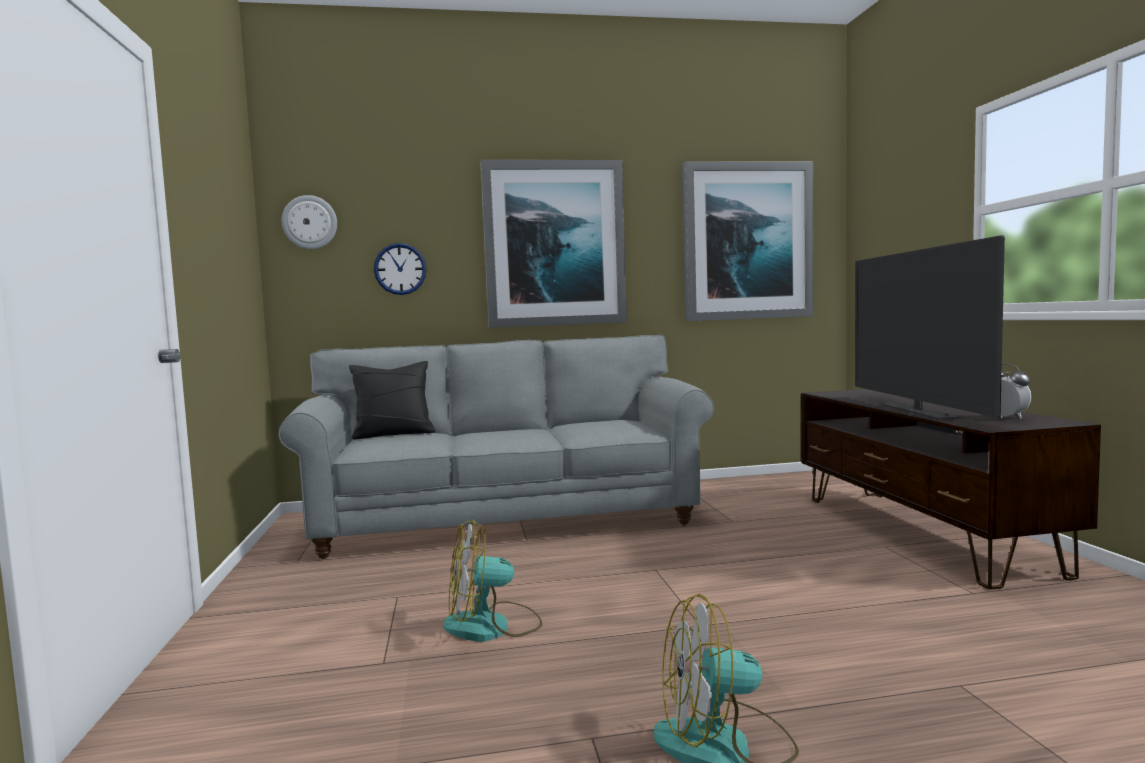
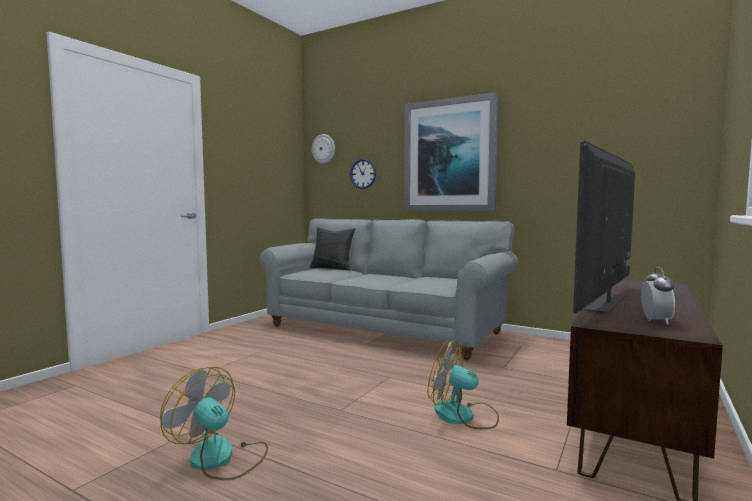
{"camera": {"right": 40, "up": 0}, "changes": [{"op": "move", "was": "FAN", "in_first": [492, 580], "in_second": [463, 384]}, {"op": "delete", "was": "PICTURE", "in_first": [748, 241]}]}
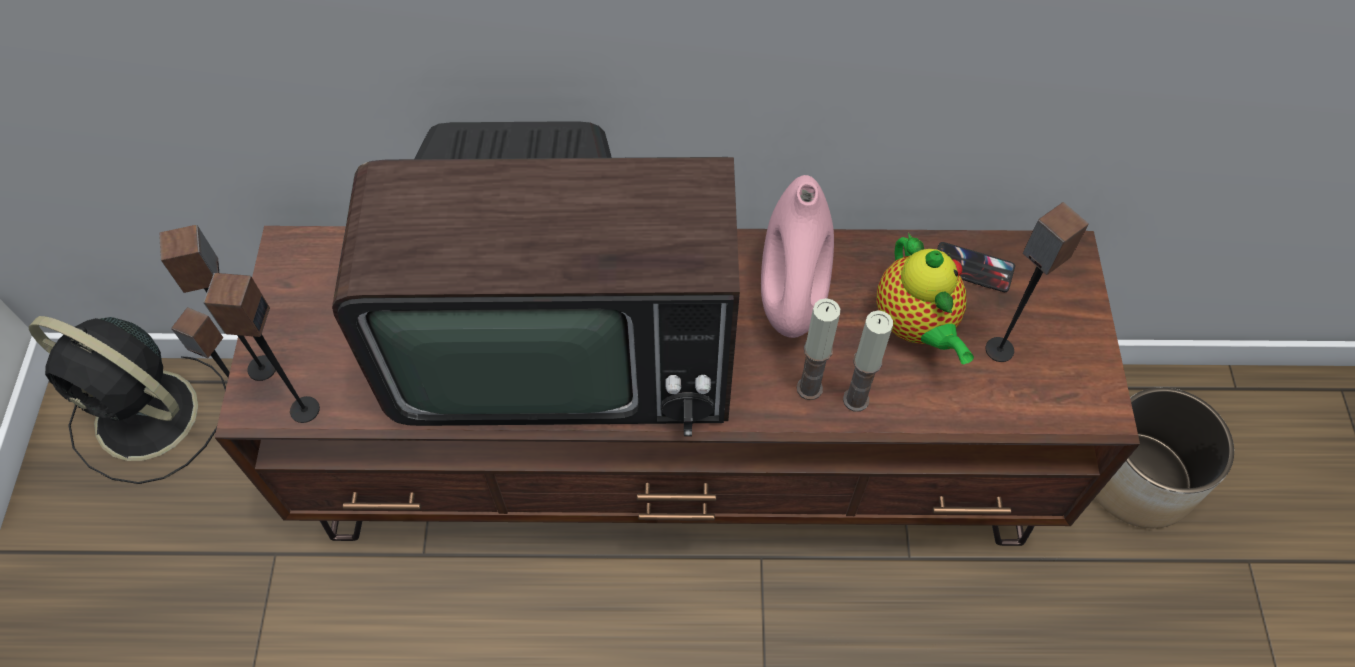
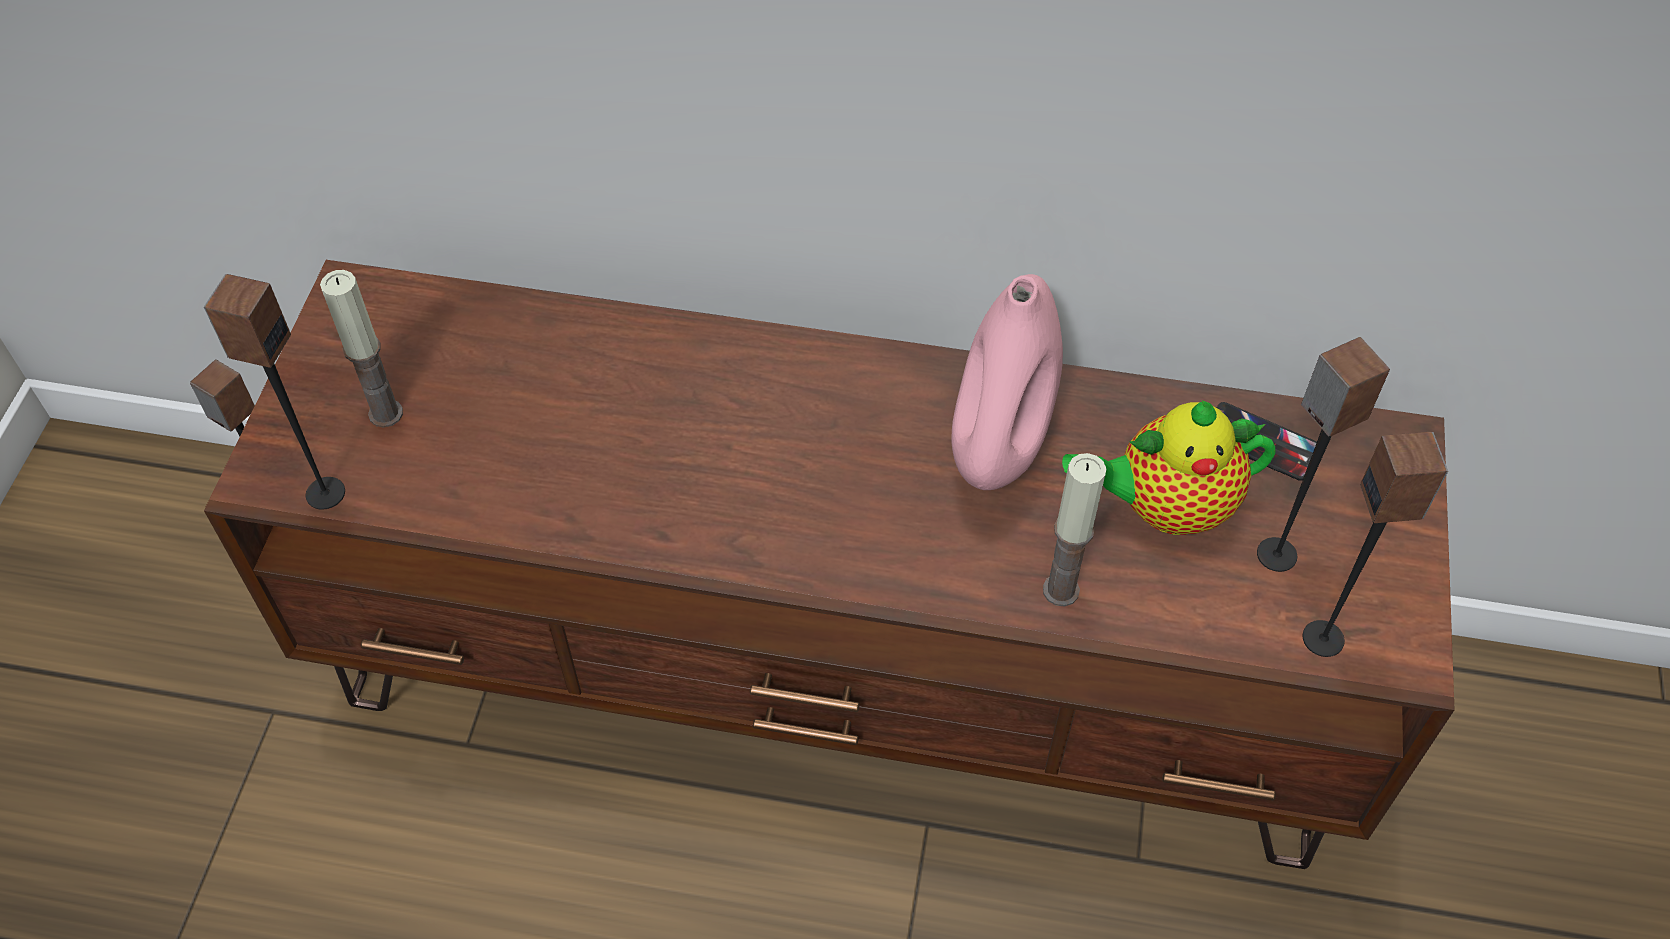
{"camera": {"right": 10, "up": -5}, "changes": [{"op": "delete", "was": "BLACK FAN", "in_first": [127, 400]}, {"op": "move", "was": "SPEAKER", "in_first": [217, 303], "in_second": [1375, 544]}, {"op": "delete", "was": "TELEVISION", "in_first": [536, 279]}, {"op": "move", "was": "CANDLE", "in_first": [818, 349], "in_second": [361, 349]}, {"op": "rotate", "was": "TEAPOT", "in_first": [925, 298], "in_second": [1168, 467], "clockwise": 90}, {"op": "delete", "was": "PLANTER", "in_first": [1164, 457]}]}
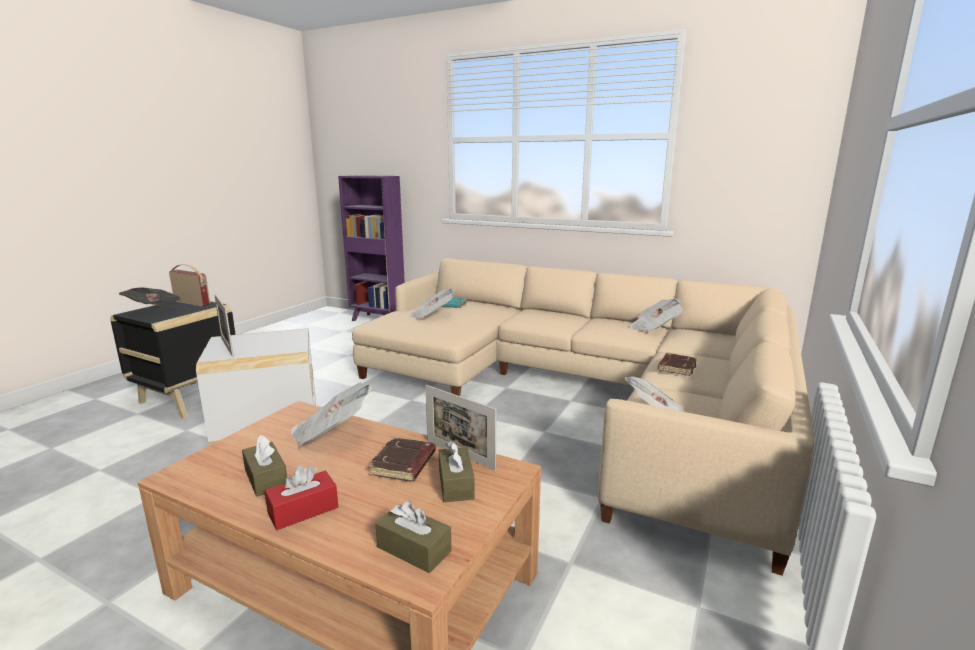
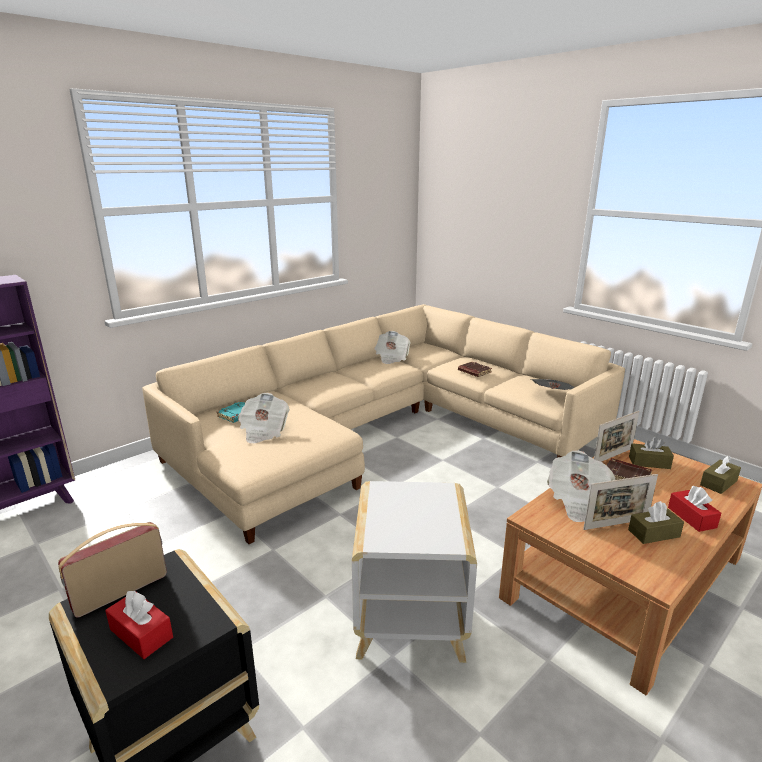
{"camera": {"right": -70, "up": 5}, "changes": [{"op": "replace", "was": "NEWSPAPER", "now": "RED TISSUE BOX", "in_first": [149, 296], "in_second": [139, 624]}, {"op": "move", "was": "PICTURE FRAME", "in_first": [224, 325], "in_second": [620, 502]}]}
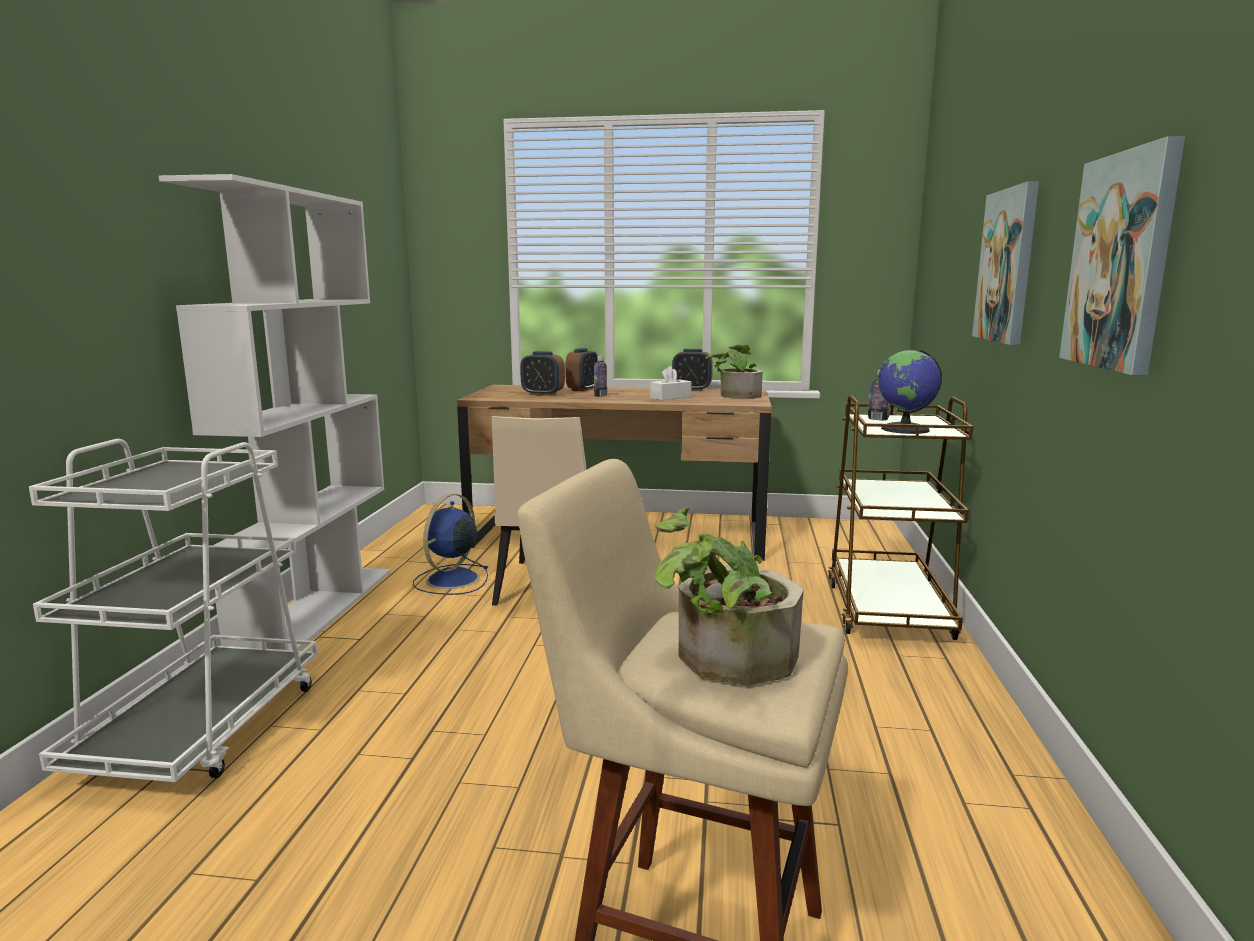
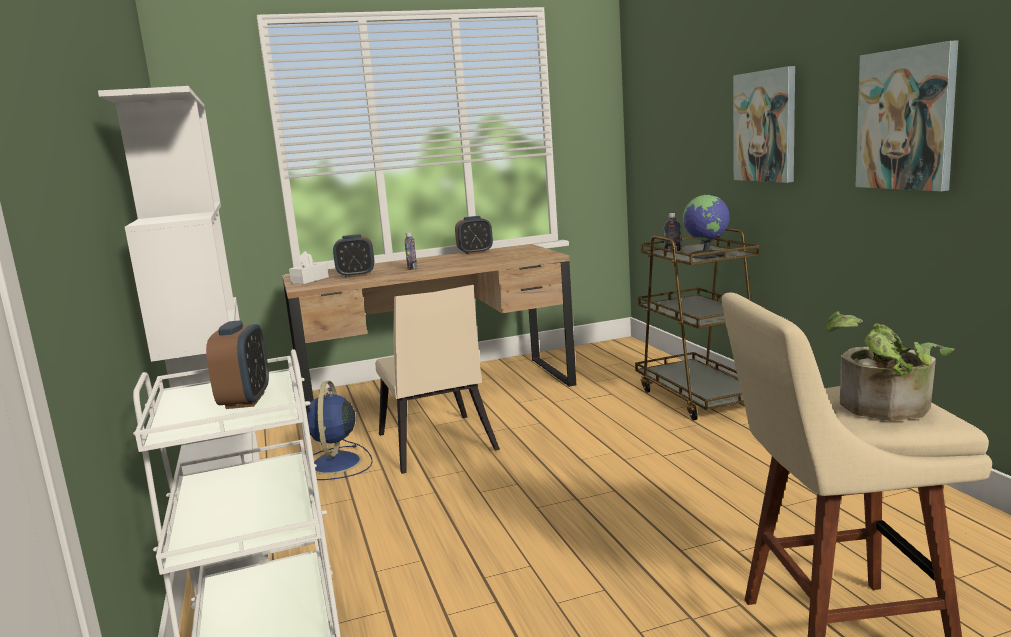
{"camera": {"right": -25, "up": 0}, "changes": [{"op": "move", "was": "ALARM CLOCK", "in_first": [581, 369], "in_second": [237, 364]}, {"op": "move", "was": "WHITE TISSUE BOX", "in_first": [670, 383], "in_second": [309, 267]}, {"op": "delete", "was": "POTTED PLANT", "in_first": [734, 372]}]}
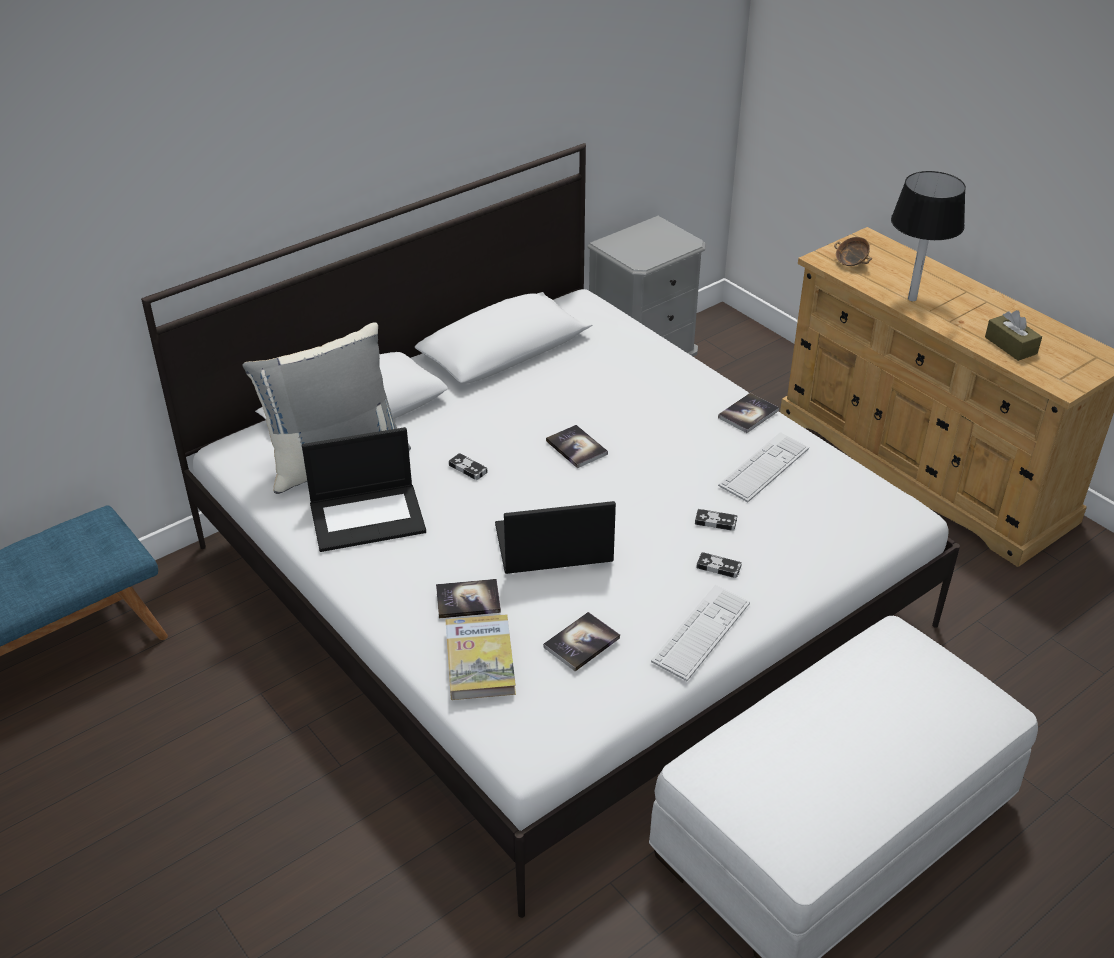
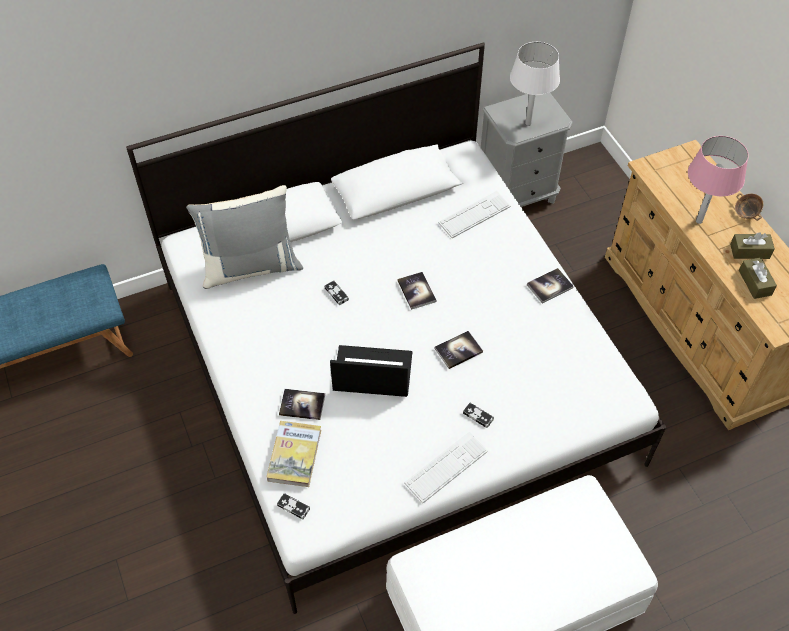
{"camera": {"right": 15, "up": 15}, "changes": [{"op": "delete", "was": "LAPTOP", "in_first": [364, 489]}, {"op": "move", "was": "BOOK", "in_first": [581, 642], "in_second": [458, 350]}, {"op": "move", "was": "GAME CONTROLLER", "in_first": [716, 520], "in_second": [293, 506]}, {"op": "move", "was": "KEYBOARD", "in_first": [763, 467], "in_second": [474, 214]}, {"op": "move", "was": "BOWL", "in_first": [853, 251], "in_second": [749, 207]}, {"op": "recolor", "was": "BLACK TABLE LAMP", "now": "PINK TABLE LAMP", "in_first": [928, 236], "in_second": [718, 180]}, {"op": "insert", "now": "WHITE TABLE LAMP", "in_second": [535, 84]}, {"op": "insert", "now": "BROWN TISSUE BOX", "in_second": [752, 245]}]}
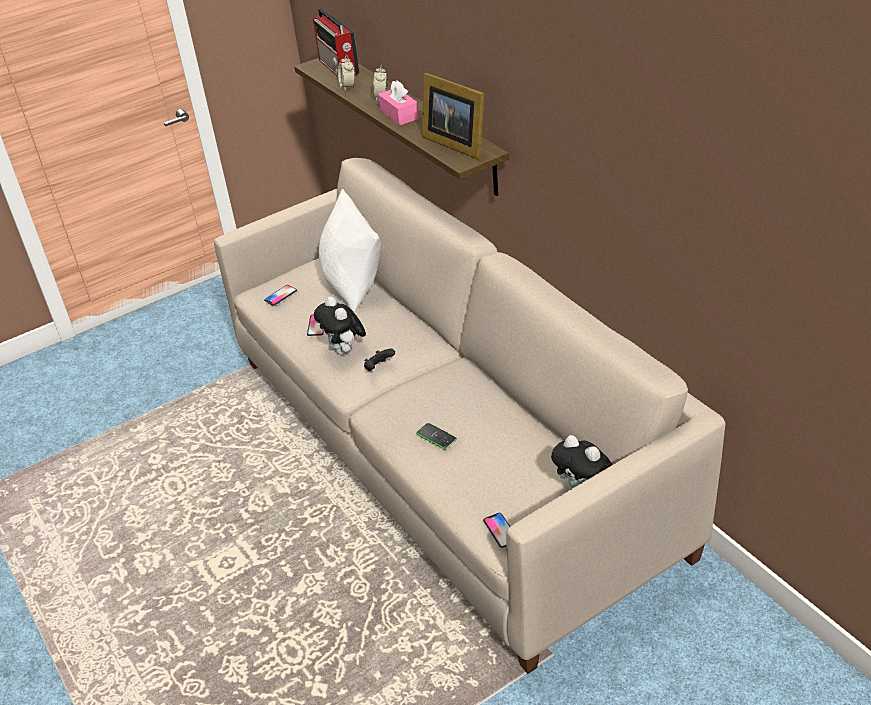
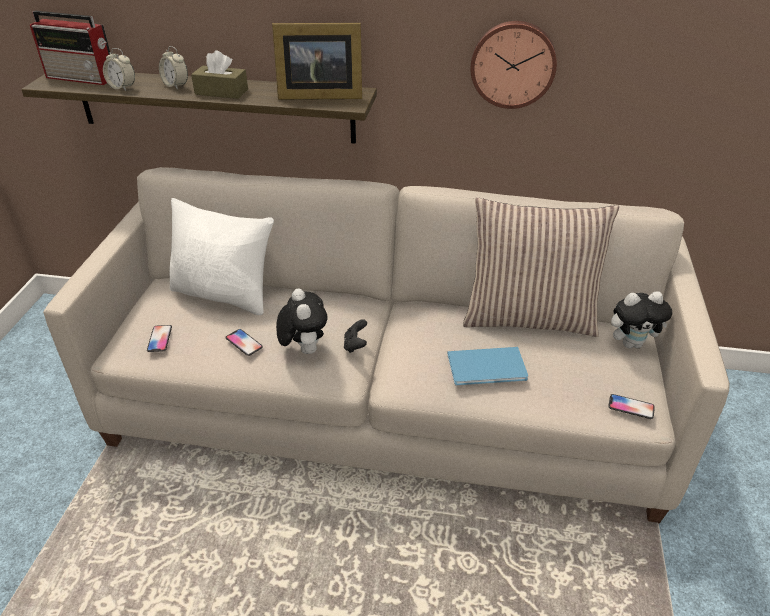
{"camera": {"right": -50, "up": 0}, "changes": [{"op": "rotate", "was": "PLUSH TOY", "in_first": [340, 326], "in_second": [301, 321], "clockwise": -120}, {"op": "recolor", "was": "PINK TISSUE BOX", "now": "BROWN TISSUE BOX", "in_first": [398, 103], "in_second": [219, 74]}, {"op": "replace", "was": "PHONE", "now": "BLUE BOOK", "in_first": [436, 436], "in_second": [487, 366]}, {"op": "insert", "now": "PILLOW", "in_second": [541, 267]}, {"op": "insert", "now": "WALL CLOCK", "in_second": [513, 65]}]}
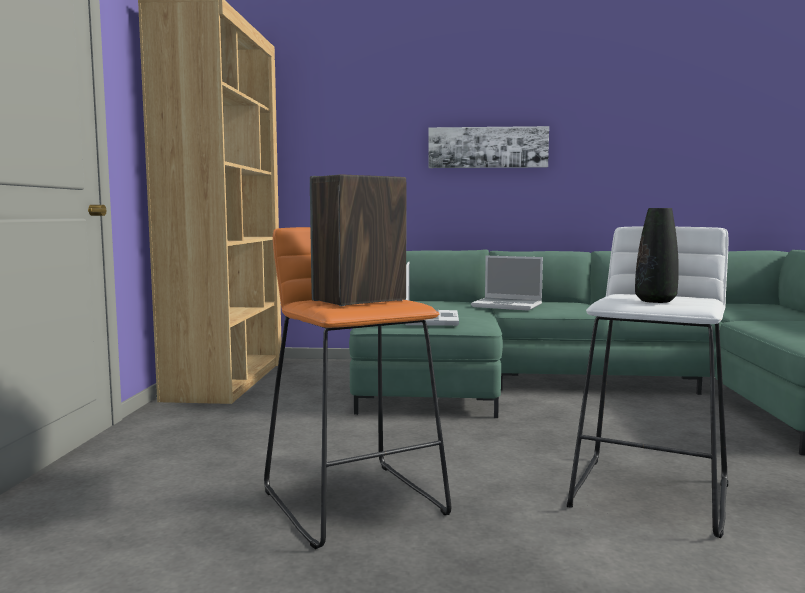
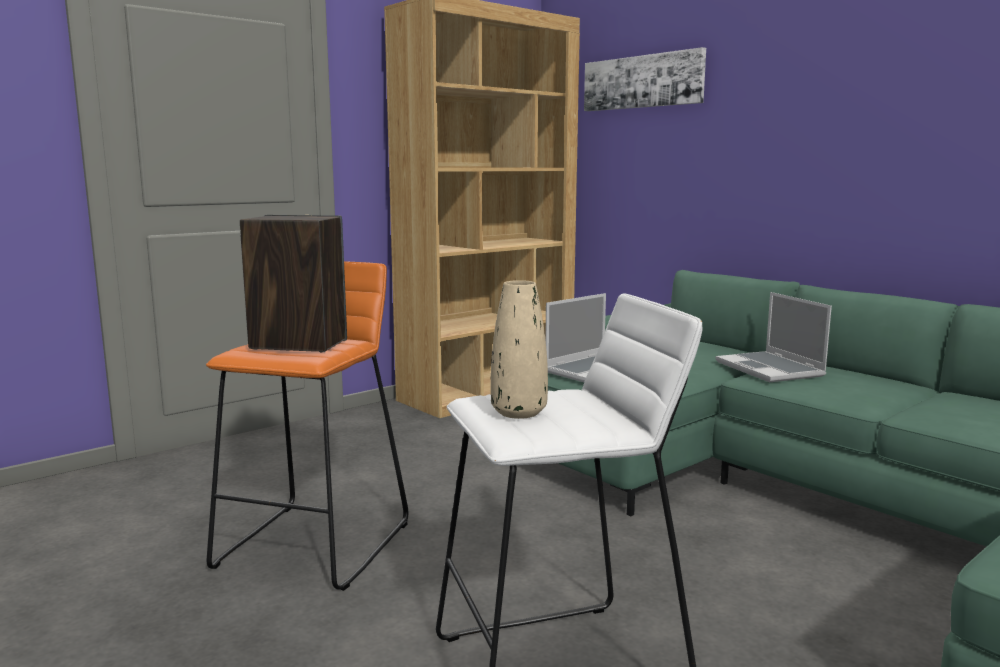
{"camera": {"right": 45, "up": 5}, "changes": [{"op": "move", "was": "PICTURE", "in_first": [488, 147], "in_second": [645, 79]}, {"op": "recolor", "was": "BLACK VASE", "now": "BEIGE VASE", "in_first": [657, 255], "in_second": [519, 349]}]}
